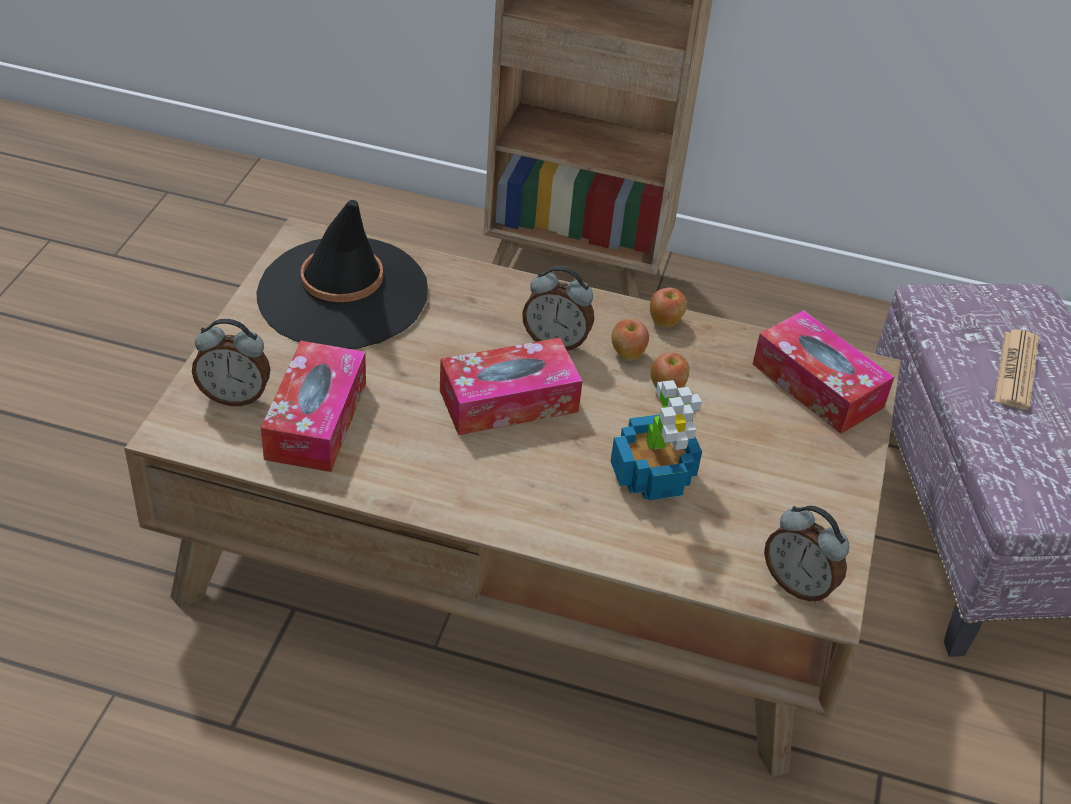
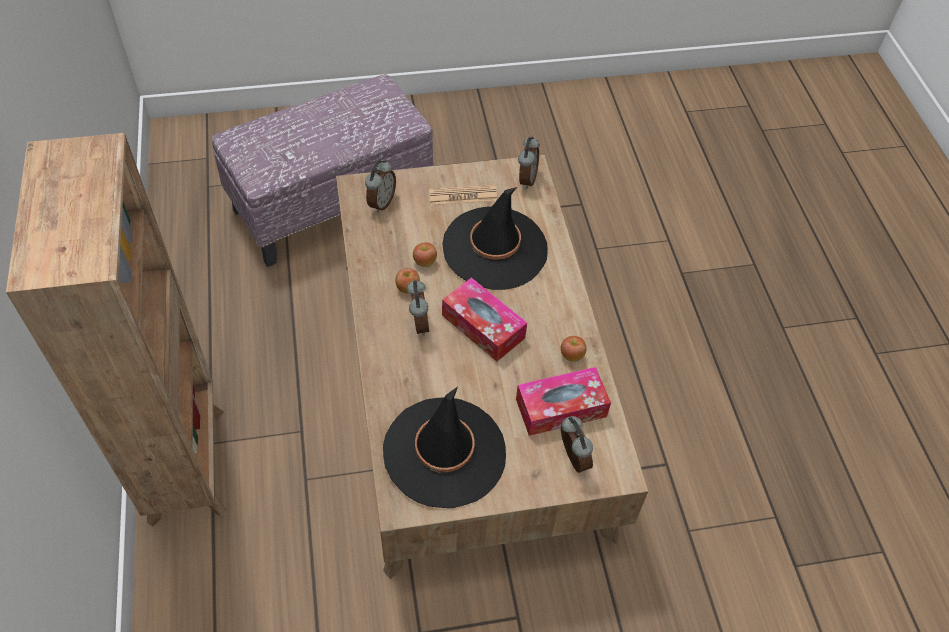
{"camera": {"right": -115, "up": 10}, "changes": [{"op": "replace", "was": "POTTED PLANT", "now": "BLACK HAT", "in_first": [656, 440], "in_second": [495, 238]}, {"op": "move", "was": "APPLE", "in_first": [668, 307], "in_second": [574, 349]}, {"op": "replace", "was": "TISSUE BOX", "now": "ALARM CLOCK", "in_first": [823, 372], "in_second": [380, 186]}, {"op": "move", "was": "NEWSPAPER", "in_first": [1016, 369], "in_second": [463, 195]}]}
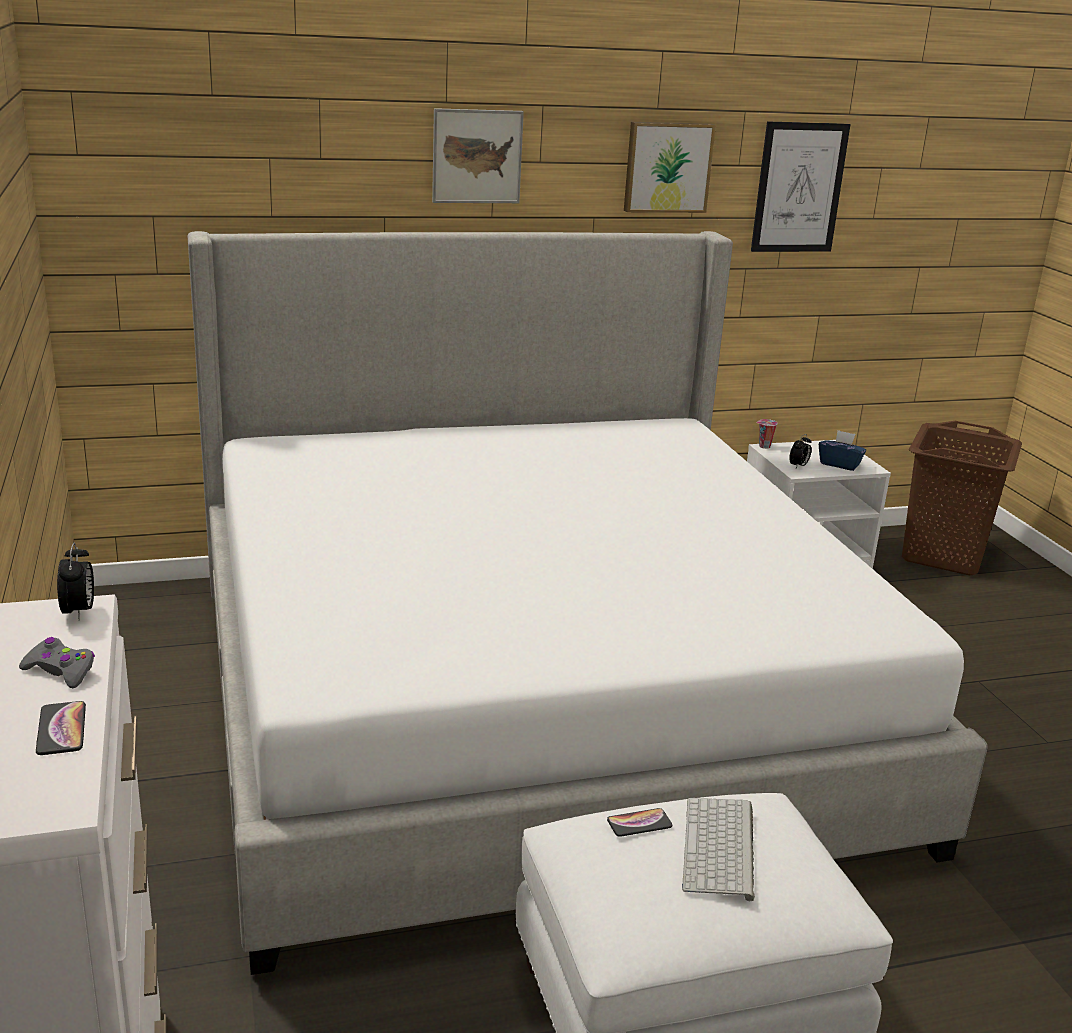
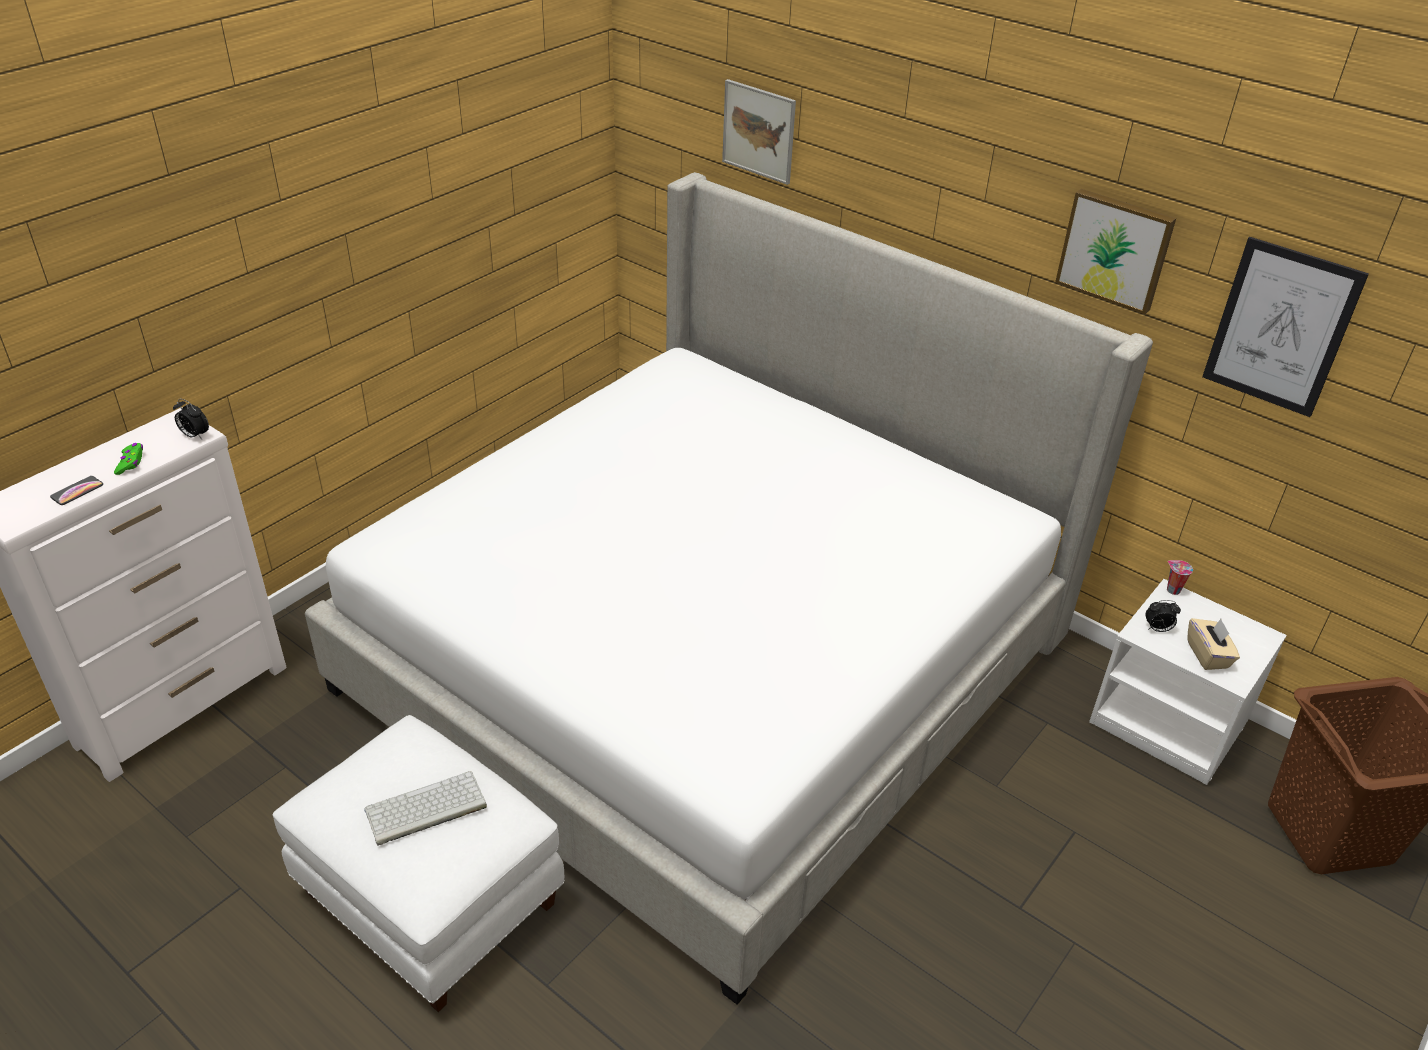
{"camera": {"right": 55, "up": 15}, "changes": [{"op": "recolor", "was": "GREY GAME CONTROLLER", "now": "GREEN GAME CONTROLLER", "in_first": [57, 662], "in_second": [128, 459]}, {"op": "rotate", "was": "ALARM CLOCK", "in_first": [75, 581], "in_second": [191, 419], "clockwise": 75}, {"op": "move", "was": "PICTURE", "in_first": [478, 155], "in_second": [759, 132]}, {"op": "delete", "was": "PHONE", "in_first": [640, 822]}, {"op": "recolor", "was": "BLUE TISSUE BOX", "now": "BEIGE TISSUE BOX", "in_first": [842, 450], "in_second": [1213, 644]}]}
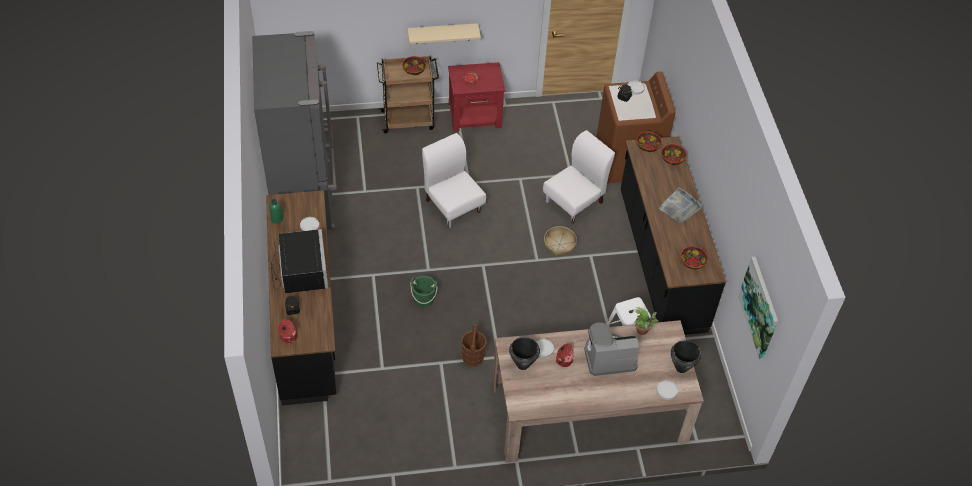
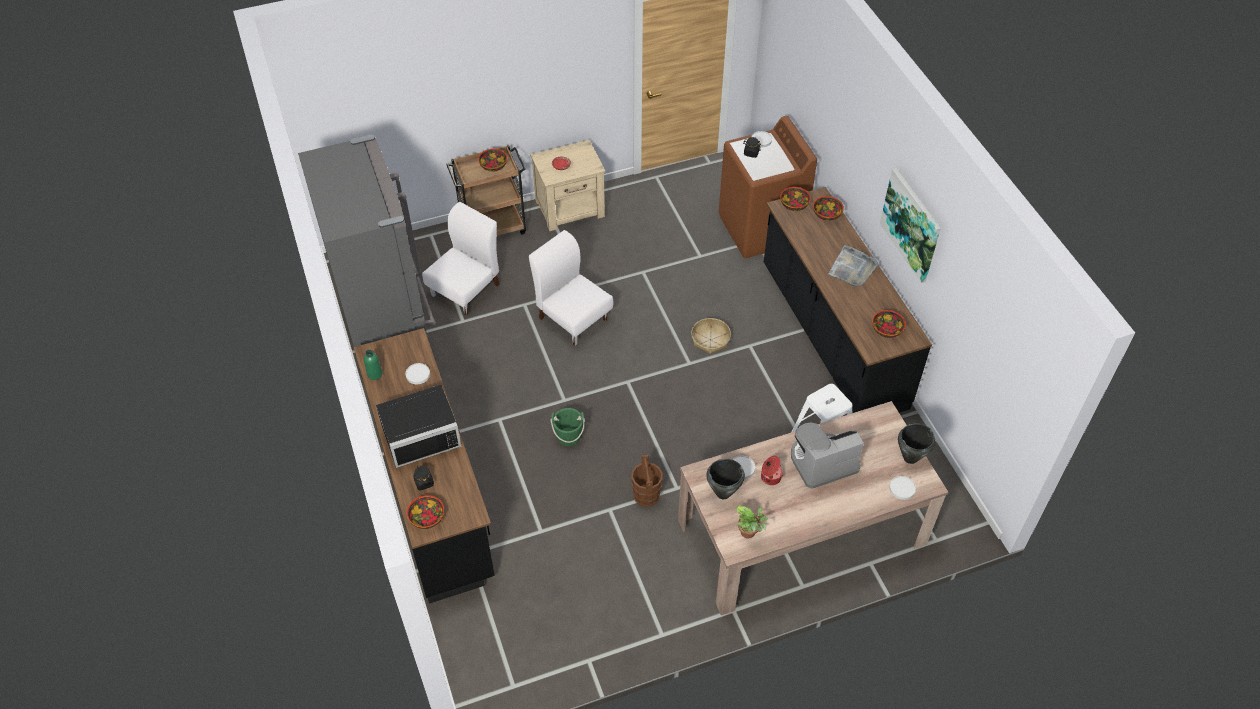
{"camera": {"right": -10, "up": 0}, "changes": [{"op": "rotate", "was": "BLACK MICROWAVE", "in_first": [299, 261], "in_second": [419, 426], "clockwise": 90}, {"op": "replace", "was": "COOKING POT", "now": "BOWL", "in_first": [287, 331], "in_second": [425, 512]}, {"op": "delete", "was": "BEIGE SHELF", "in_first": [444, 33]}, {"op": "recolor", "was": "RED NIGHTSTAND", "now": "BEIGE NIGHTSTAND", "in_first": [476, 97], "in_second": [568, 186]}, {"op": "move", "was": "WHITE CHAIR", "in_first": [579, 177], "in_second": [461, 258]}, {"op": "move", "was": "POTTED PLANT", "in_first": [646, 321], "in_second": [752, 522]}, {"op": "move", "was": "PICTURE", "in_first": [758, 308], "in_second": [910, 225]}]}
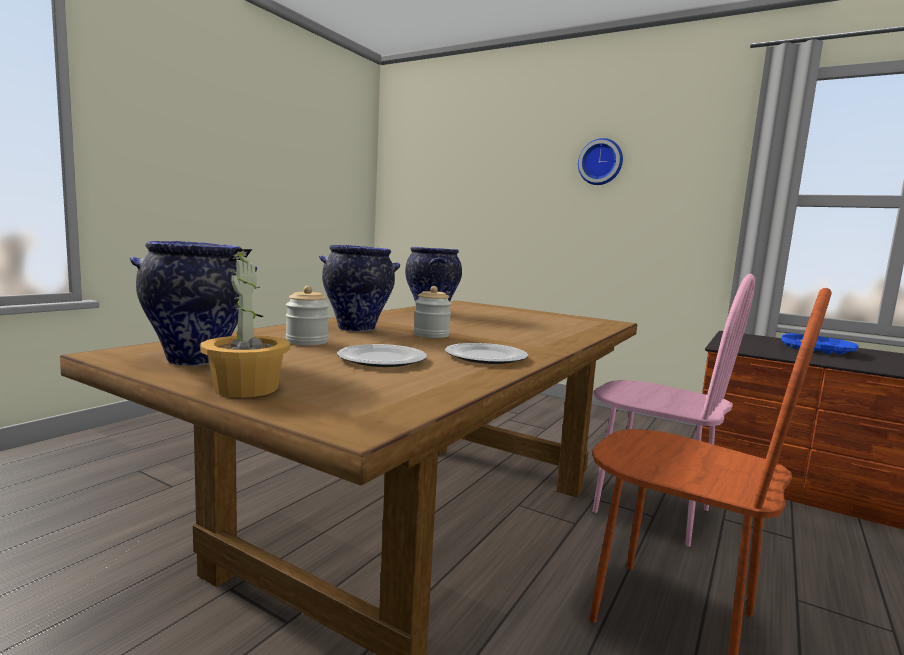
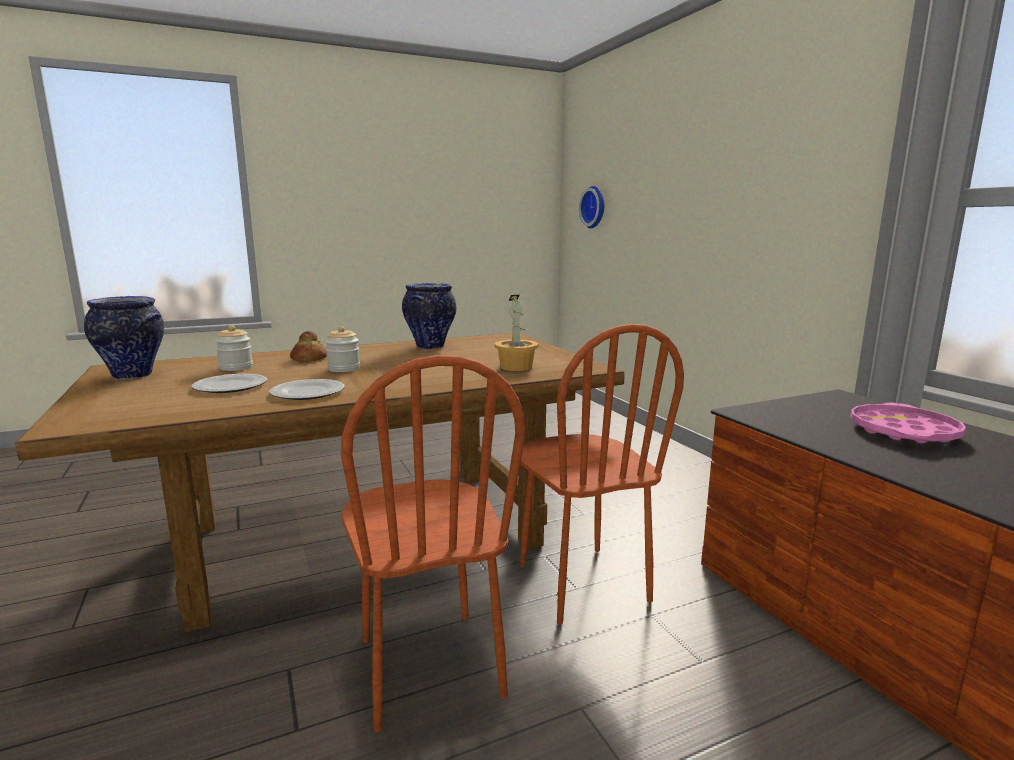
{"camera": {"right": 35, "up": 5}, "changes": [{"op": "move", "was": "POTTED PLANT", "in_first": [245, 323], "in_second": [516, 333]}, {"op": "replace", "was": "VASE", "now": "BREAD", "in_first": [359, 288], "in_second": [308, 346]}, {"op": "move", "was": "WALL CLOCK", "in_first": [600, 161], "in_second": [591, 207]}, {"op": "recolor", "was": "PINK CHAIR", "now": "BROWN CHAIR", "in_first": [674, 410], "in_second": [602, 474]}, {"op": "recolor", "was": "BLUE TRAY", "now": "PINK TRAY", "in_first": [819, 343], "in_second": [908, 423]}]}
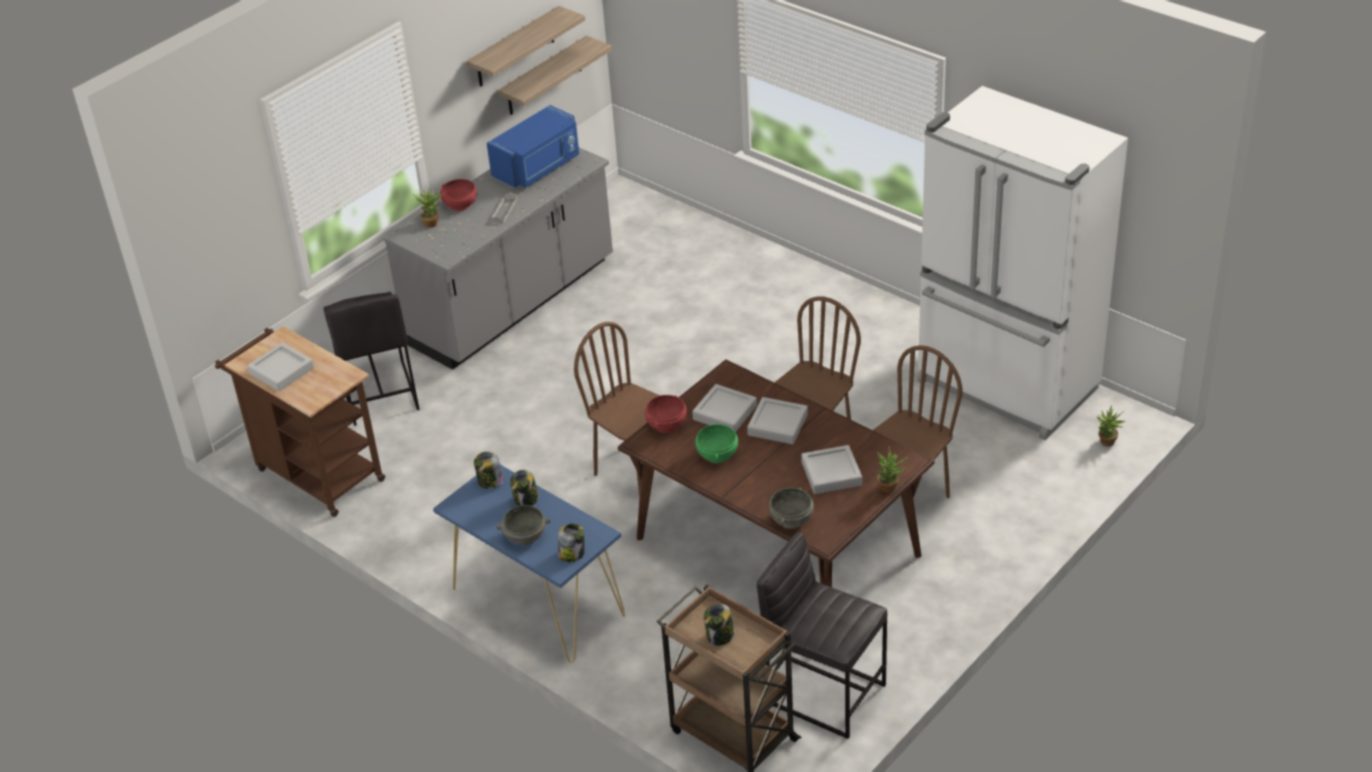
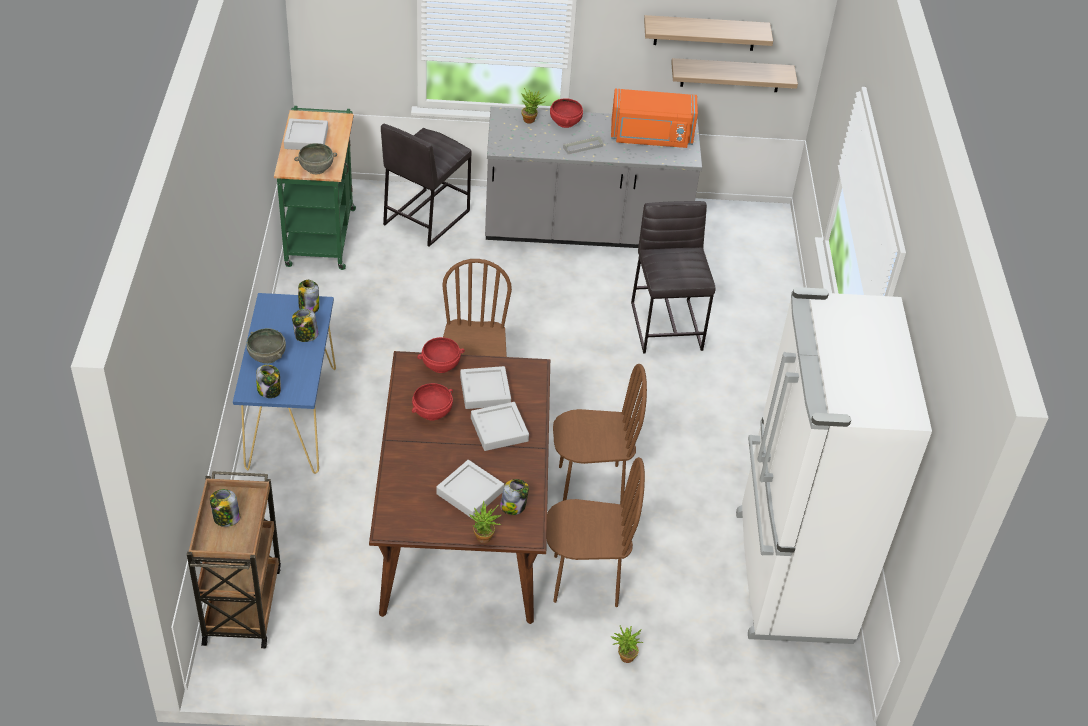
{"camera": {"right": 45, "up": 5}, "changes": [{"op": "recolor", "was": "BROWN CART", "now": "GREEN CART", "in_first": [300, 421], "in_second": [315, 188]}, {"op": "recolor", "was": "BLUE MICROWAVE", "now": "ORANGE MICROWAVE", "in_first": [533, 147], "in_second": [654, 118]}, {"op": "recolor", "was": "GREEN BOWL", "now": "RED BOWL", "in_first": [716, 443], "in_second": [432, 402]}, {"op": "move", "was": "GREY STOOL", "in_first": [822, 635], "in_second": [673, 277]}, {"op": "move", "was": "GREY BOWL", "in_first": [791, 508], "in_second": [315, 158]}, {"op": "move", "was": "POTTED PLANT", "in_first": [1110, 426], "in_second": [627, 644]}, {"op": "insert", "now": "JAR", "in_second": [514, 497]}]}
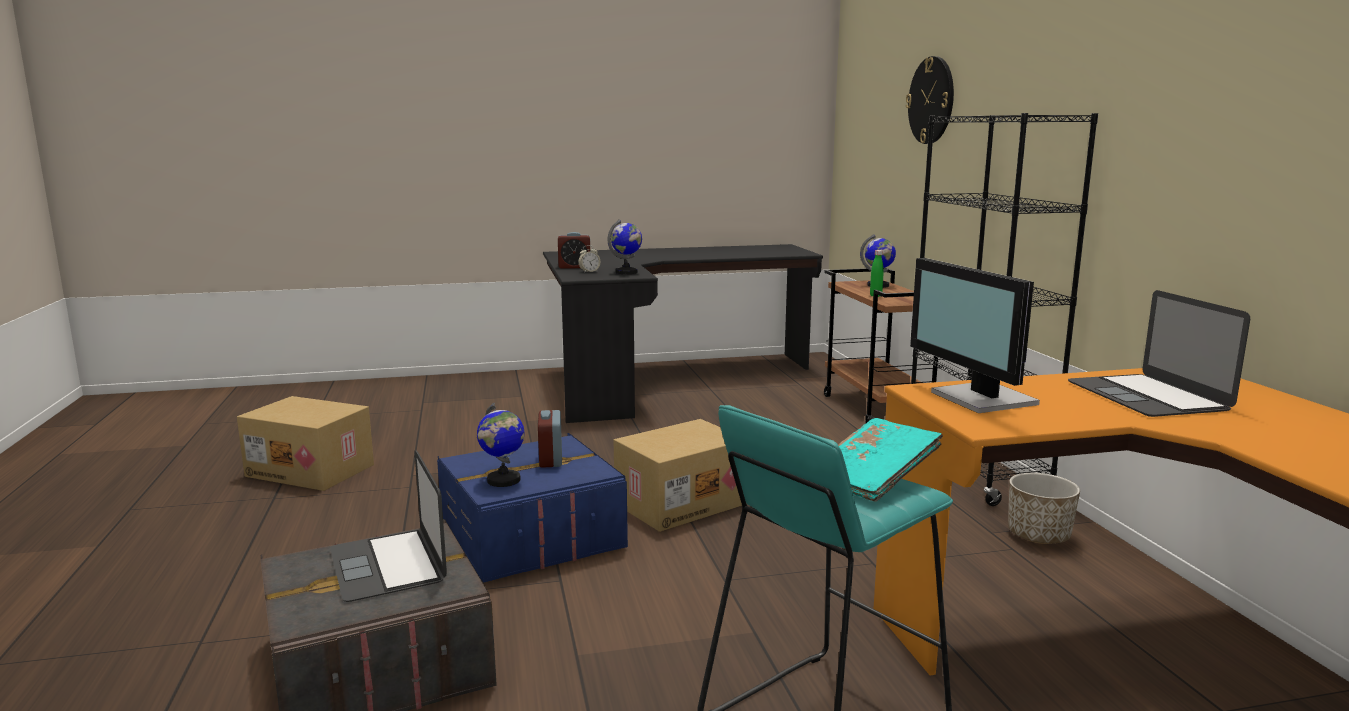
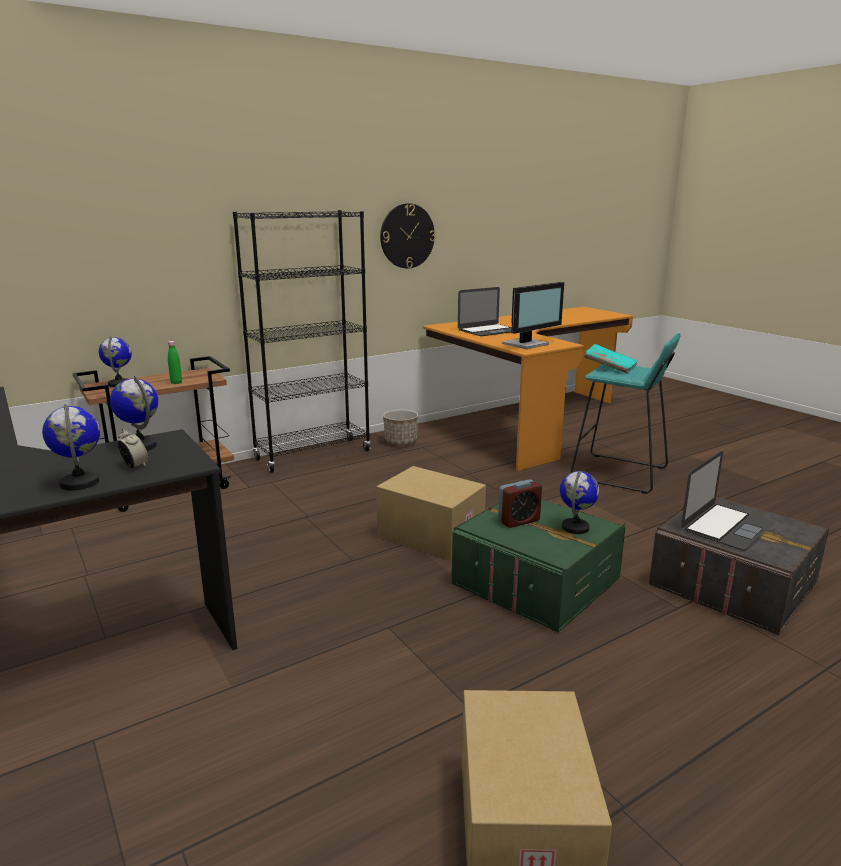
{"camera": {"right": -110, "up": 5}, "changes": [{"op": "recolor", "was": "BLUE STORAGE BOX", "now": "GREEN STORAGE BOX", "in_first": [532, 507], "in_second": [539, 566]}, {"op": "replace", "was": "ALARM CLOCK", "now": "GLOBE", "in_first": [574, 250], "in_second": [71, 447]}, {"op": "move", "was": "WALL CLOCK", "in_first": [930, 100], "in_second": [407, 236]}]}
